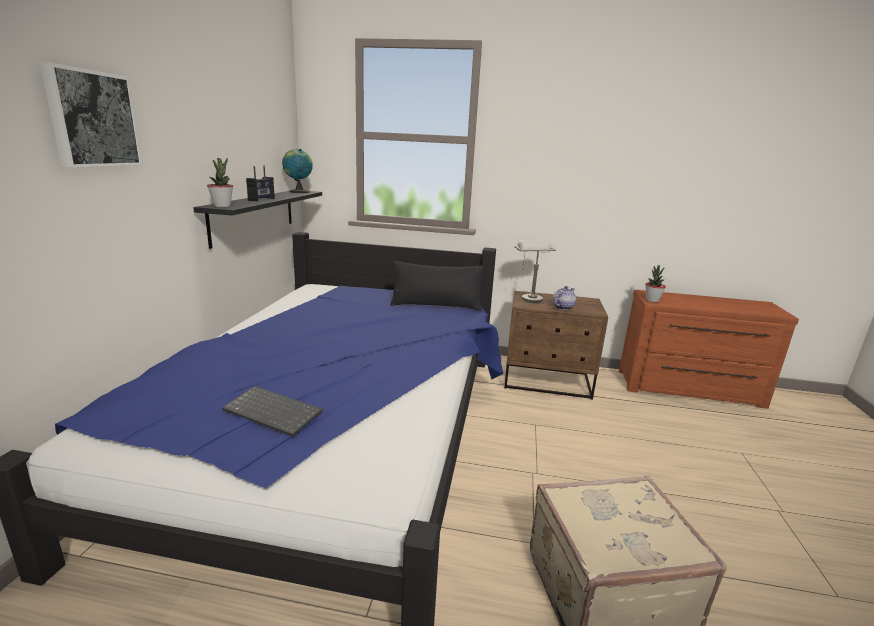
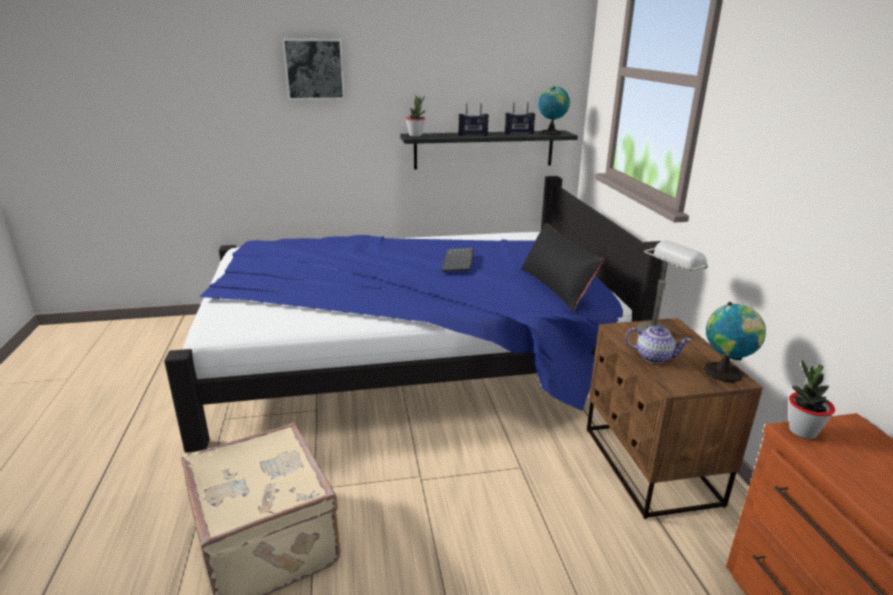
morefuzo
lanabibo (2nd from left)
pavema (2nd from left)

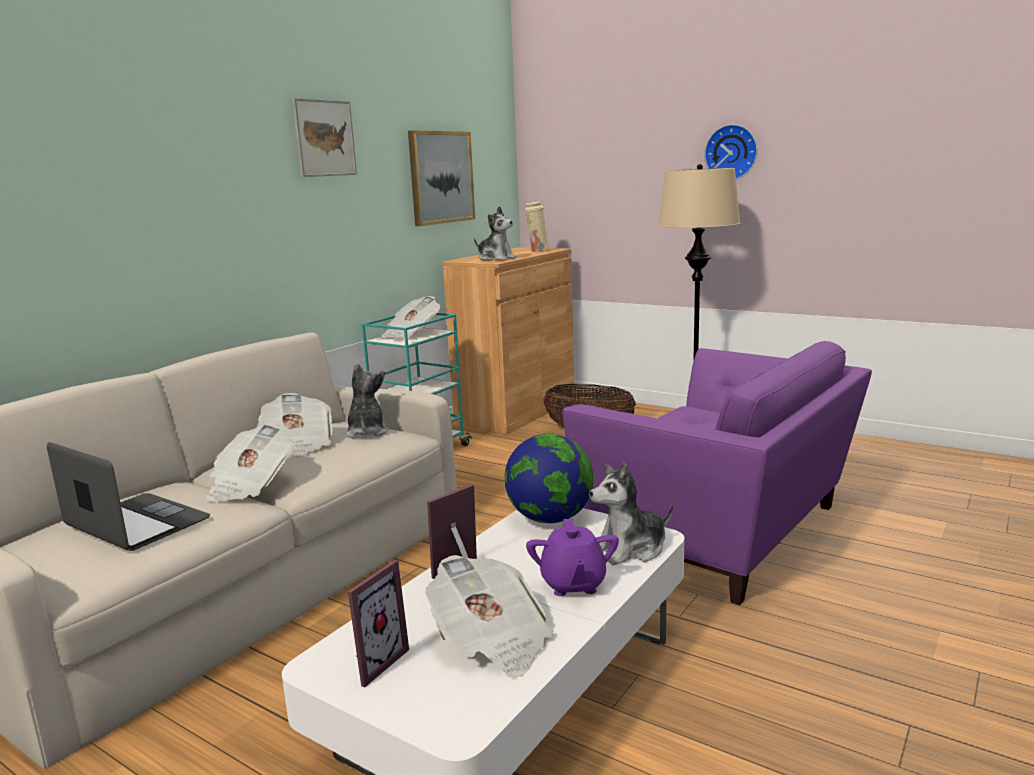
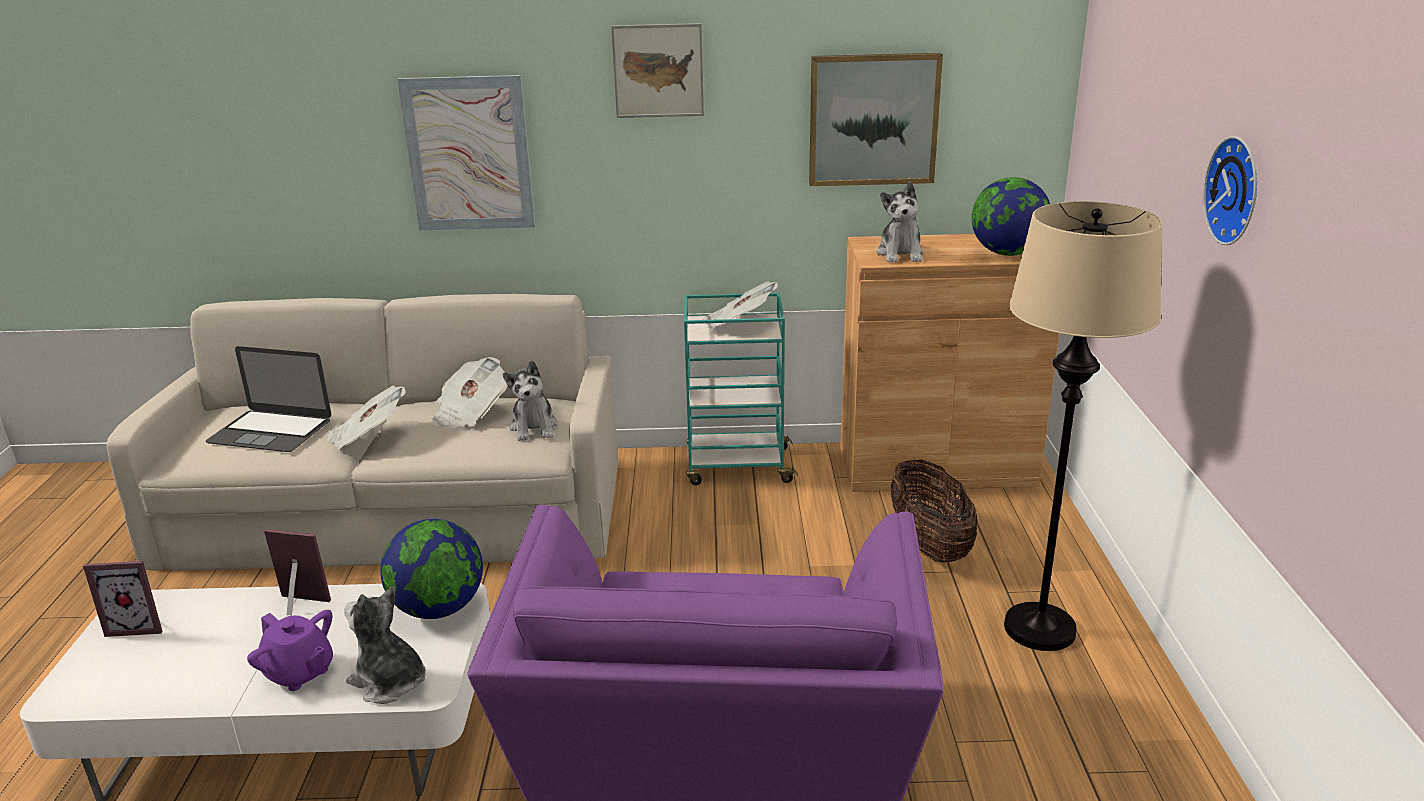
pavema (2nd from left)
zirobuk (2nd from left)
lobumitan
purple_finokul
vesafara (4th from left in the first image)
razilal (1st from left)

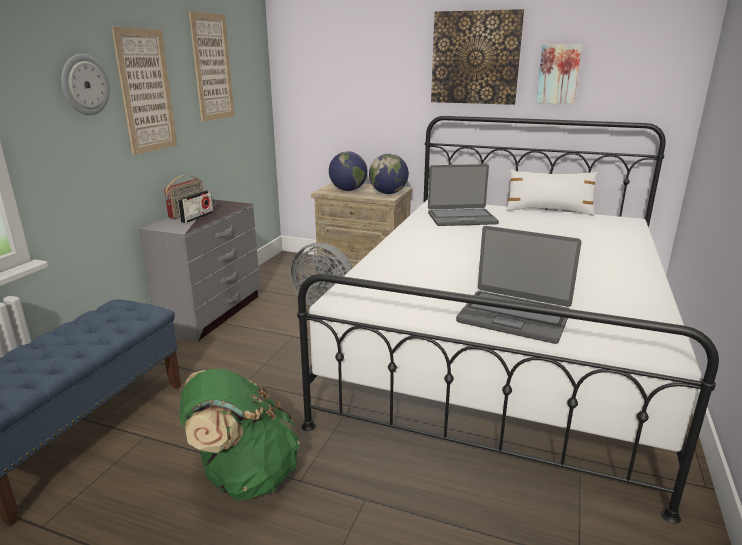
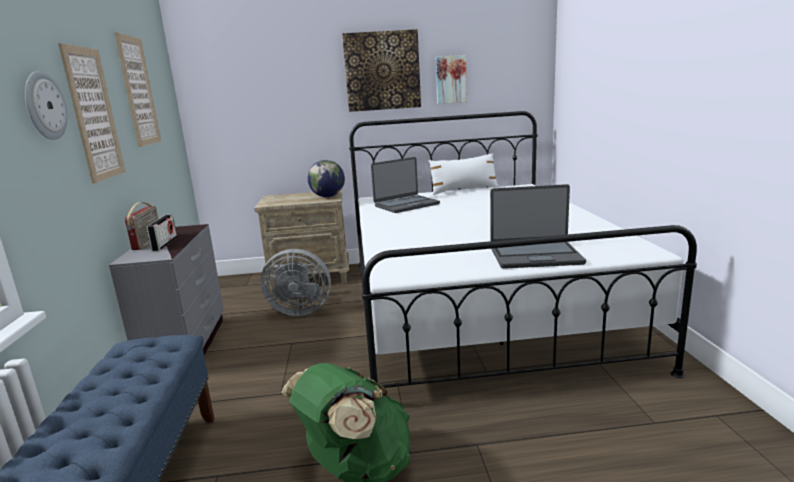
pavema (1st from left in the first image)

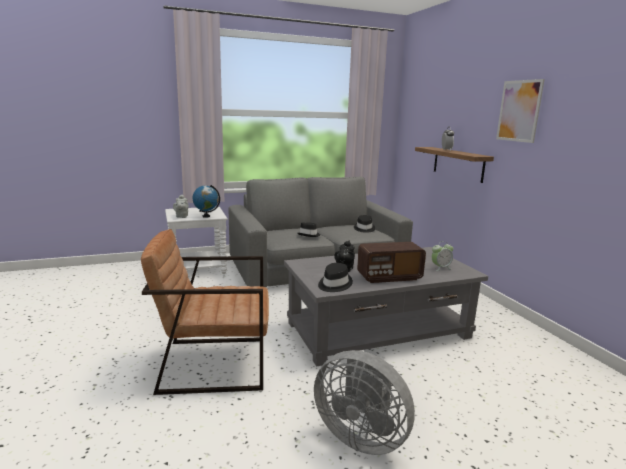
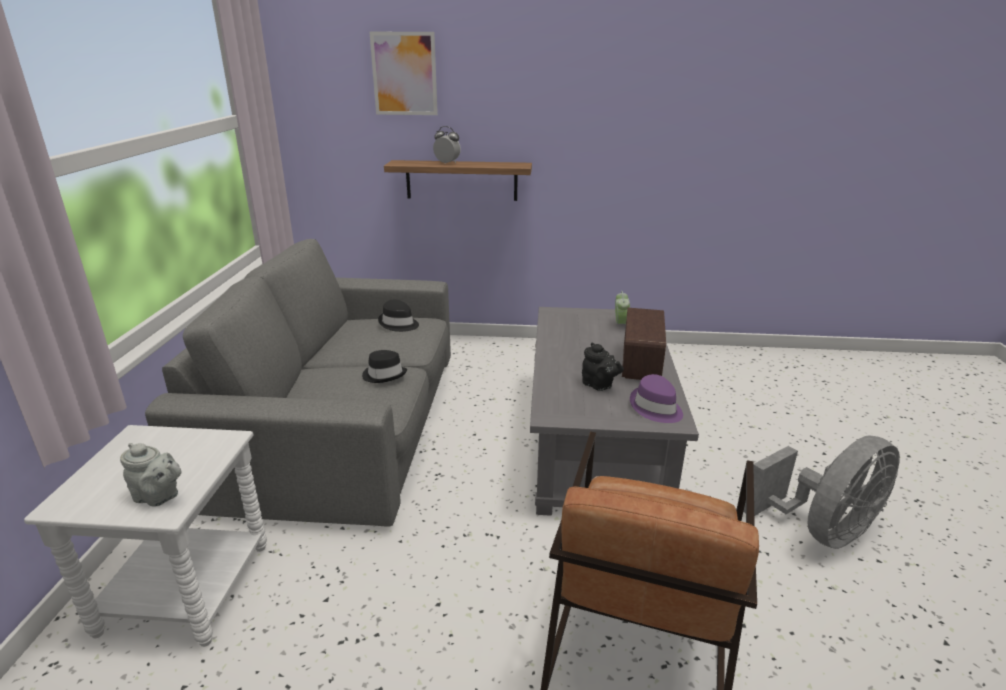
razilal
pavema
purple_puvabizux

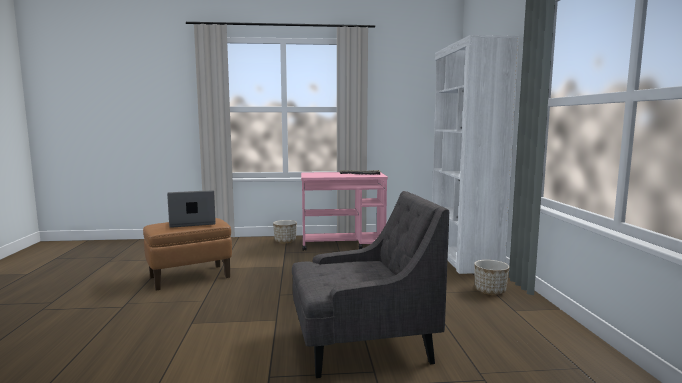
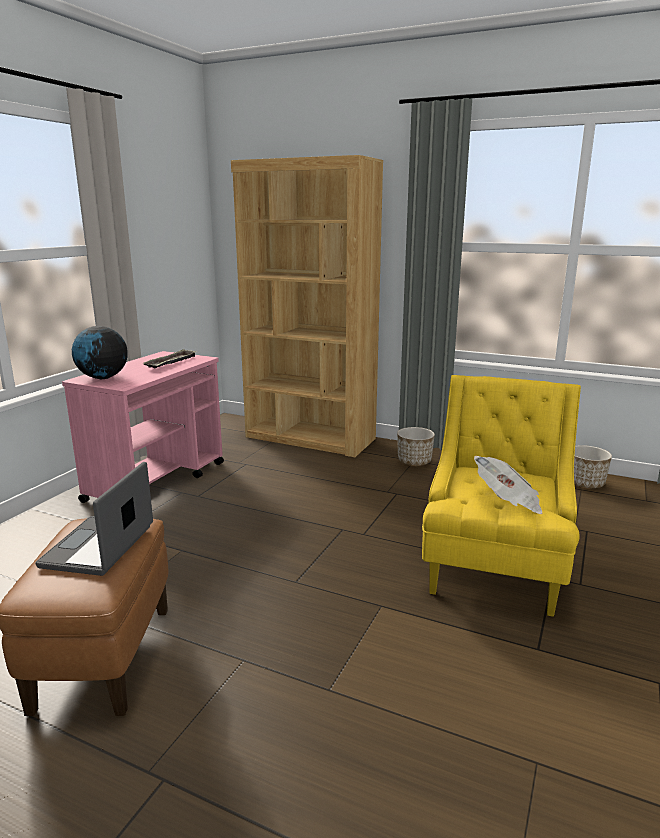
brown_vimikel
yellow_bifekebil
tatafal (2nd from left)
pavema
vesafara

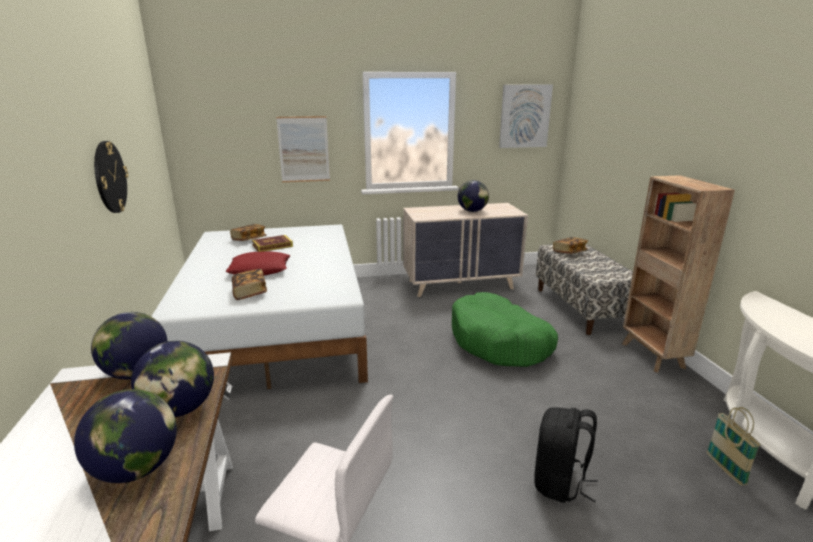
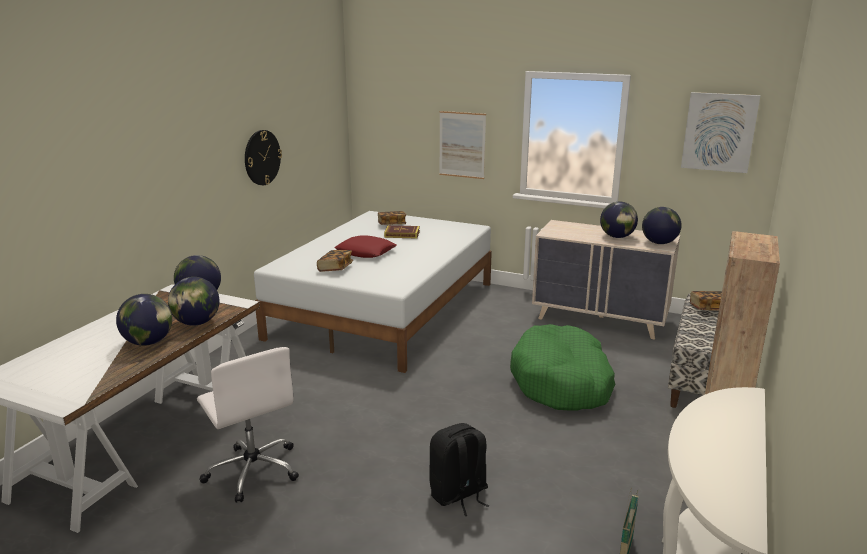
pavema (5th from left)

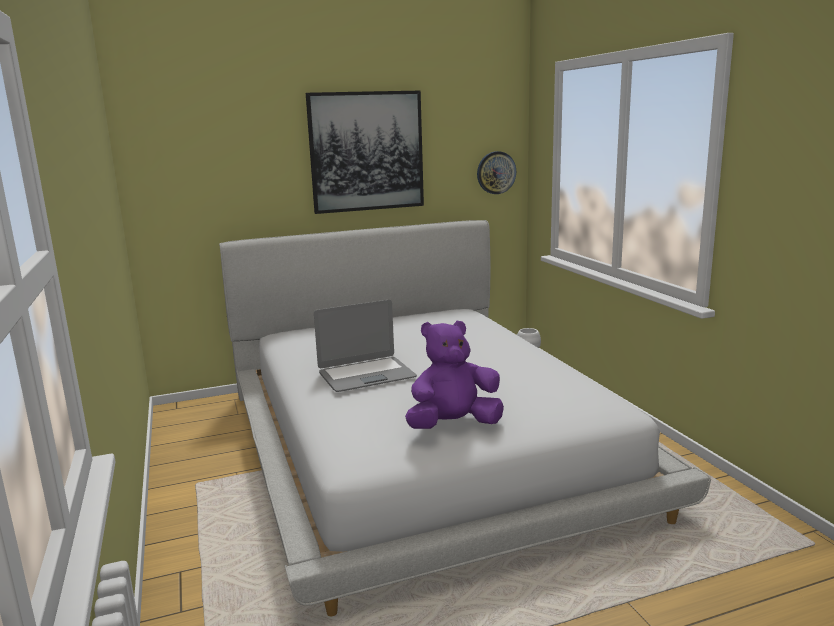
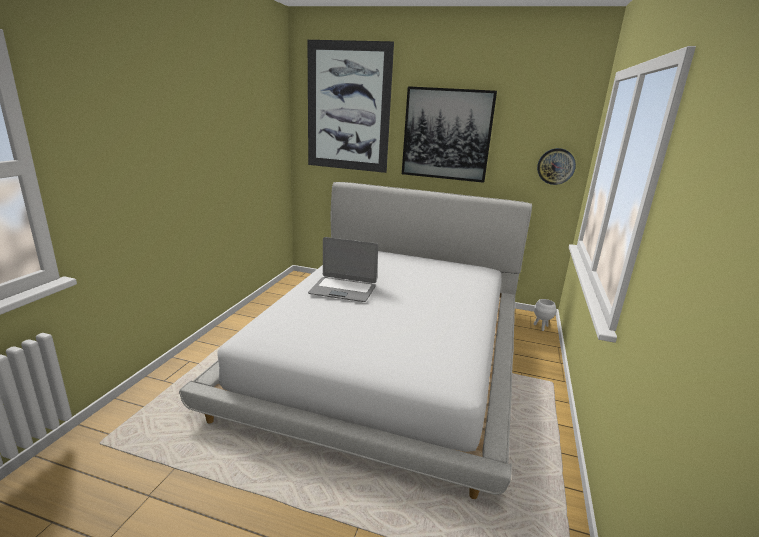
purple_zirobuk
razilal (1st from left)

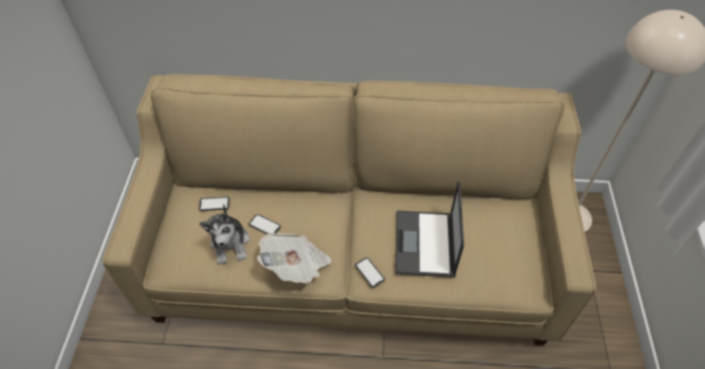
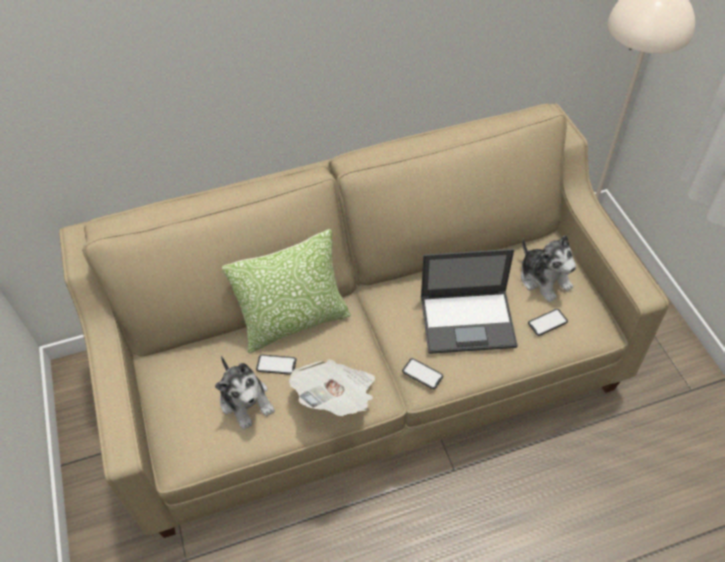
lobumitan
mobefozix (3rd from left)
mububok
zirobuk (2nd from left)

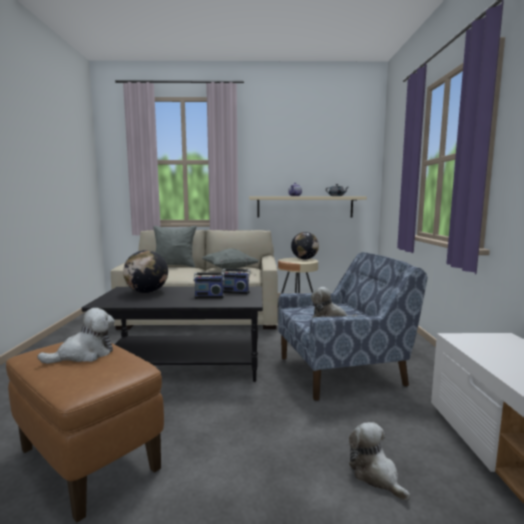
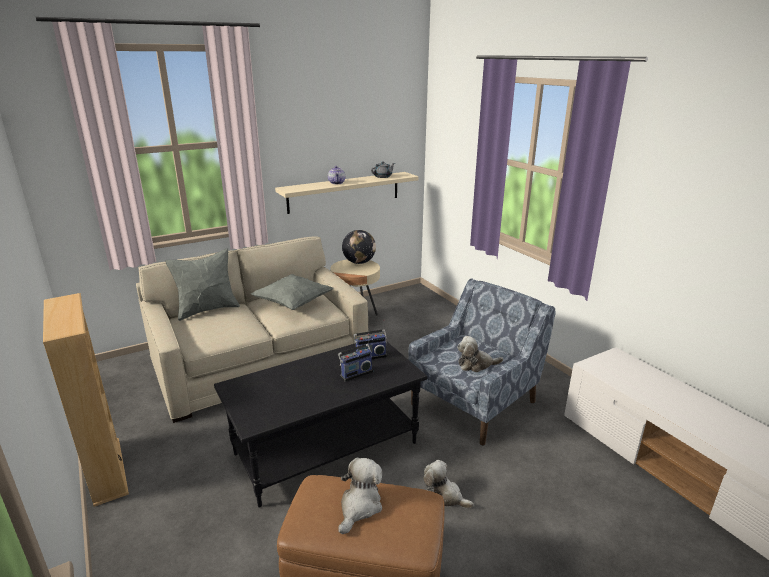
pavema (1st from left in the first image)
zirobuk (2nd from left)
beige_vimikel

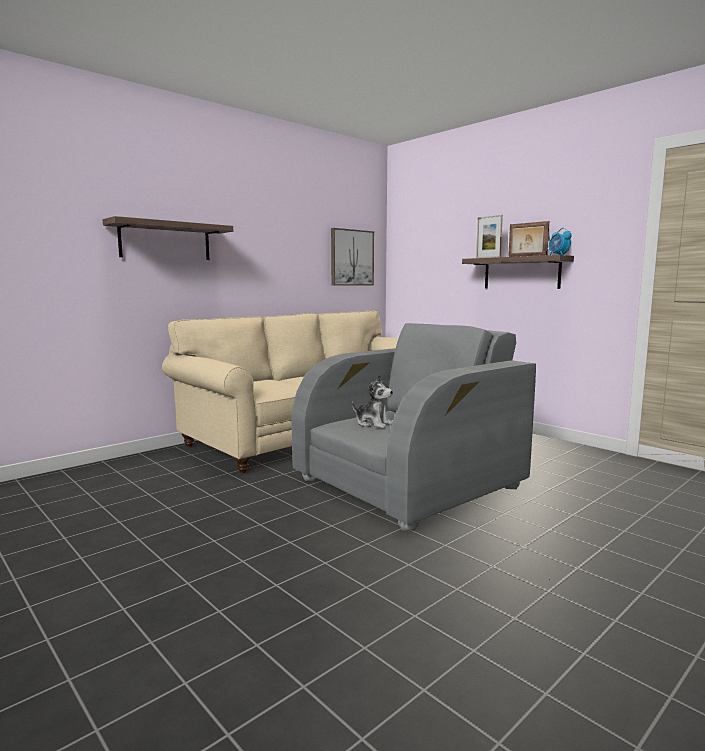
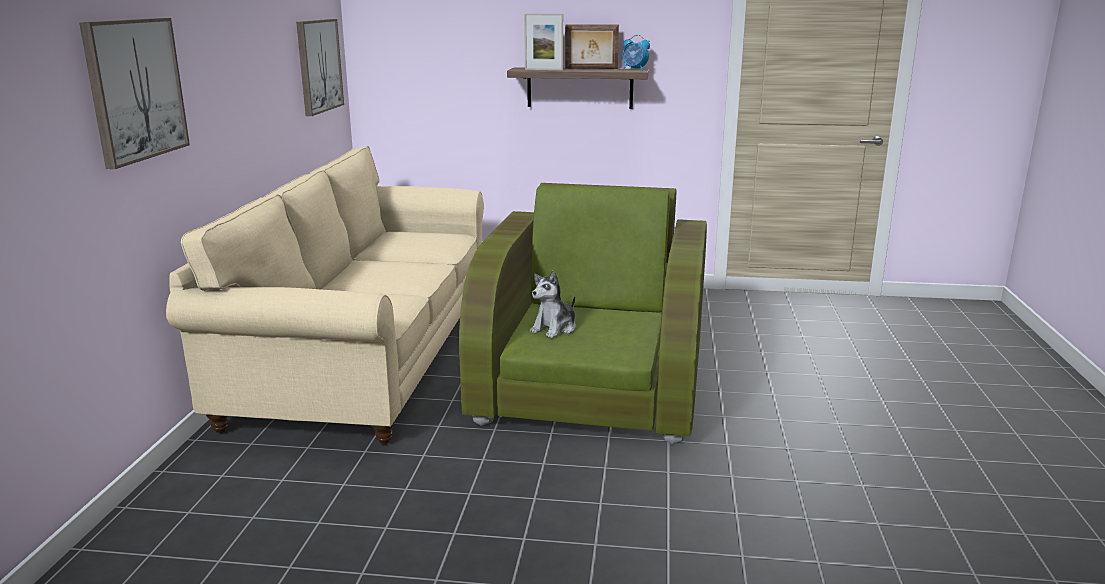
razilal (1st from left)
green_bifekebil
zirobuk

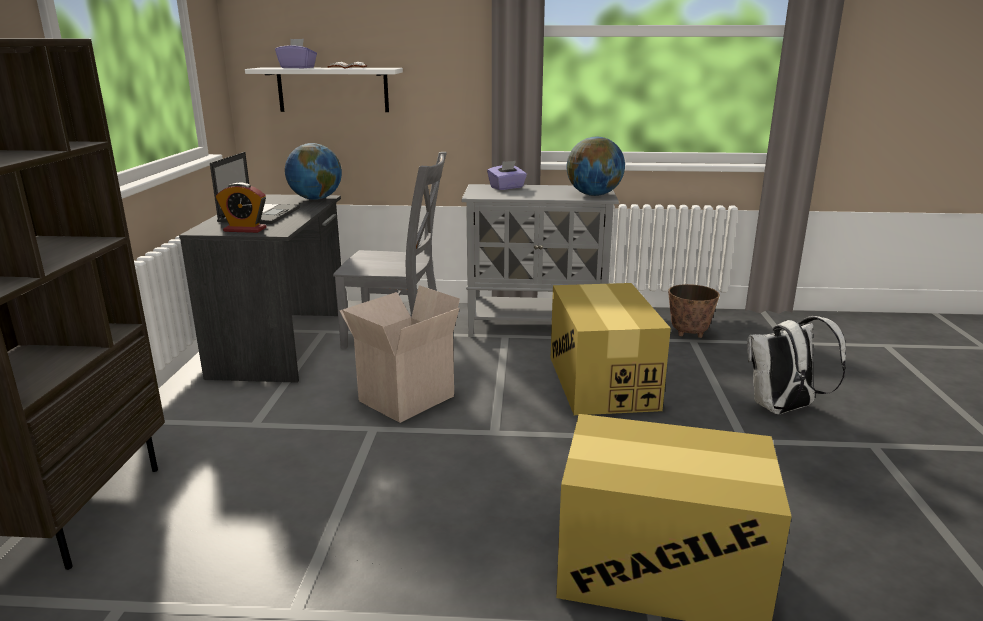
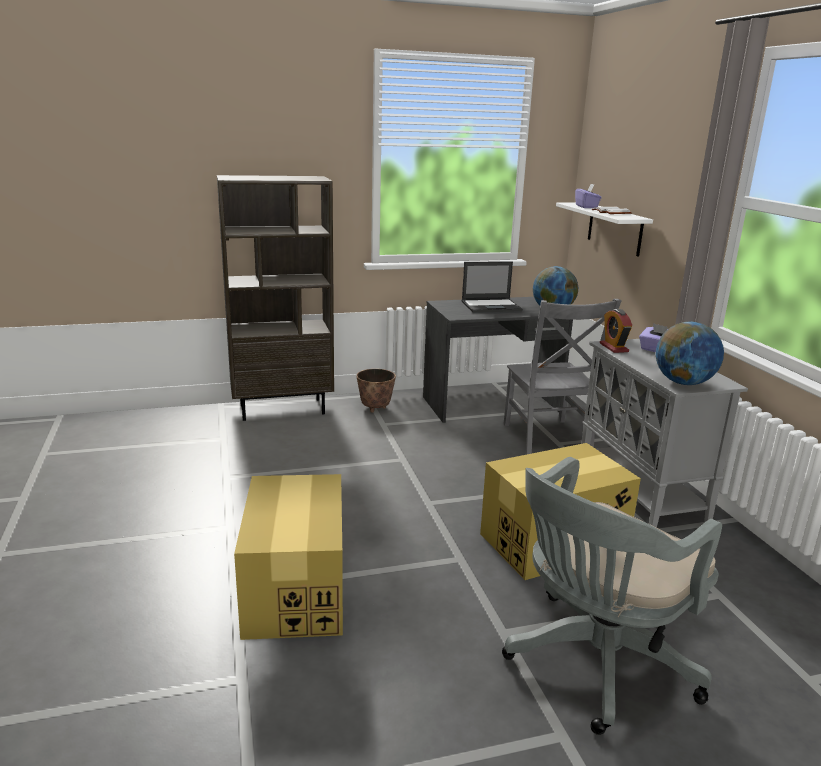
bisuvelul
tatafal
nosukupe (1st from left in the first image)
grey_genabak

